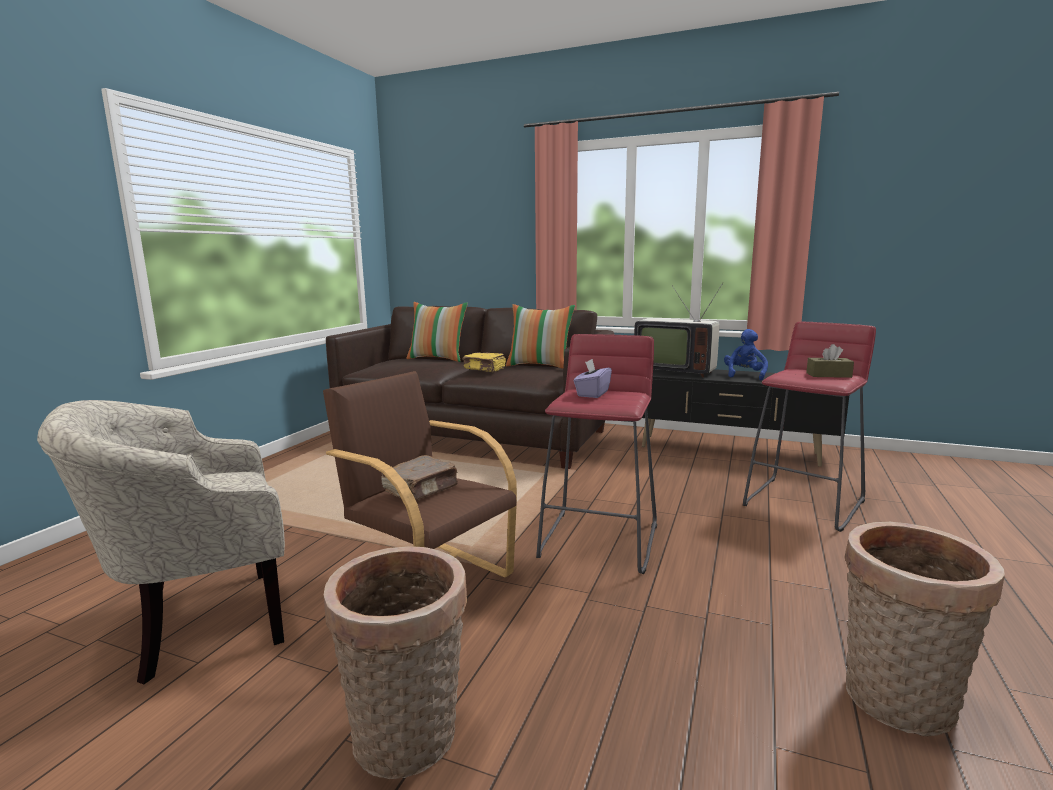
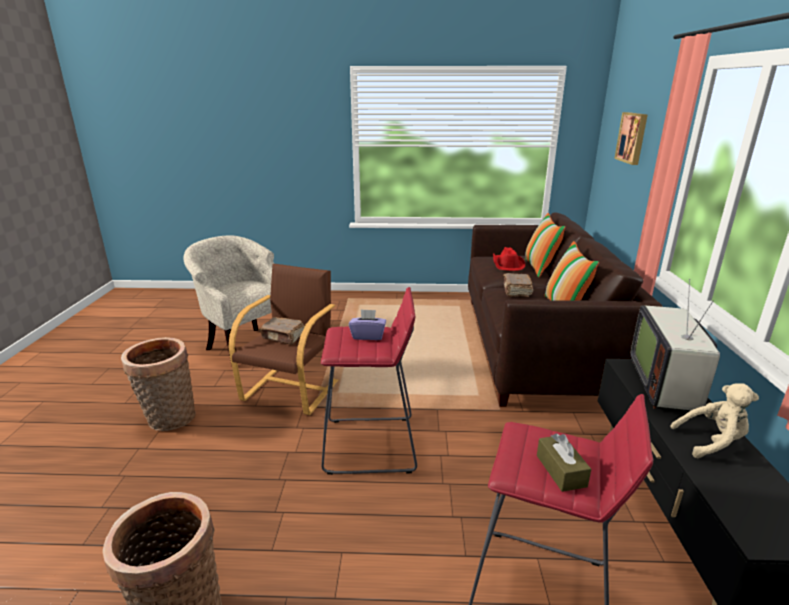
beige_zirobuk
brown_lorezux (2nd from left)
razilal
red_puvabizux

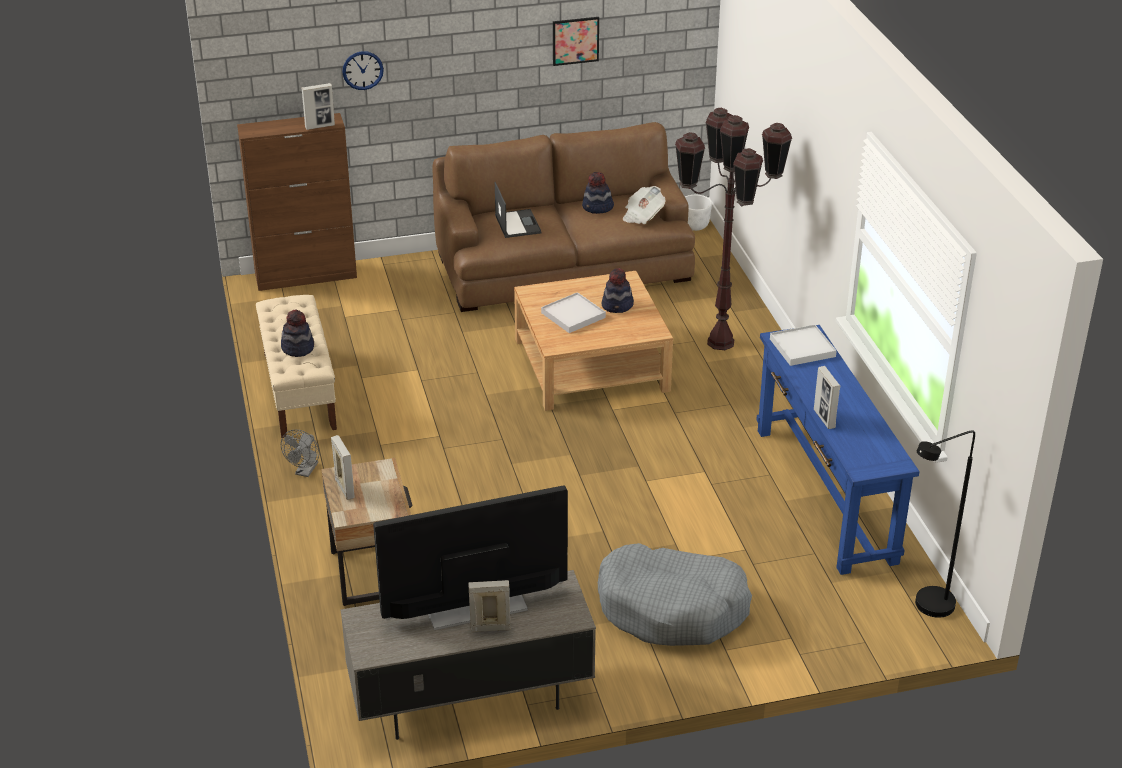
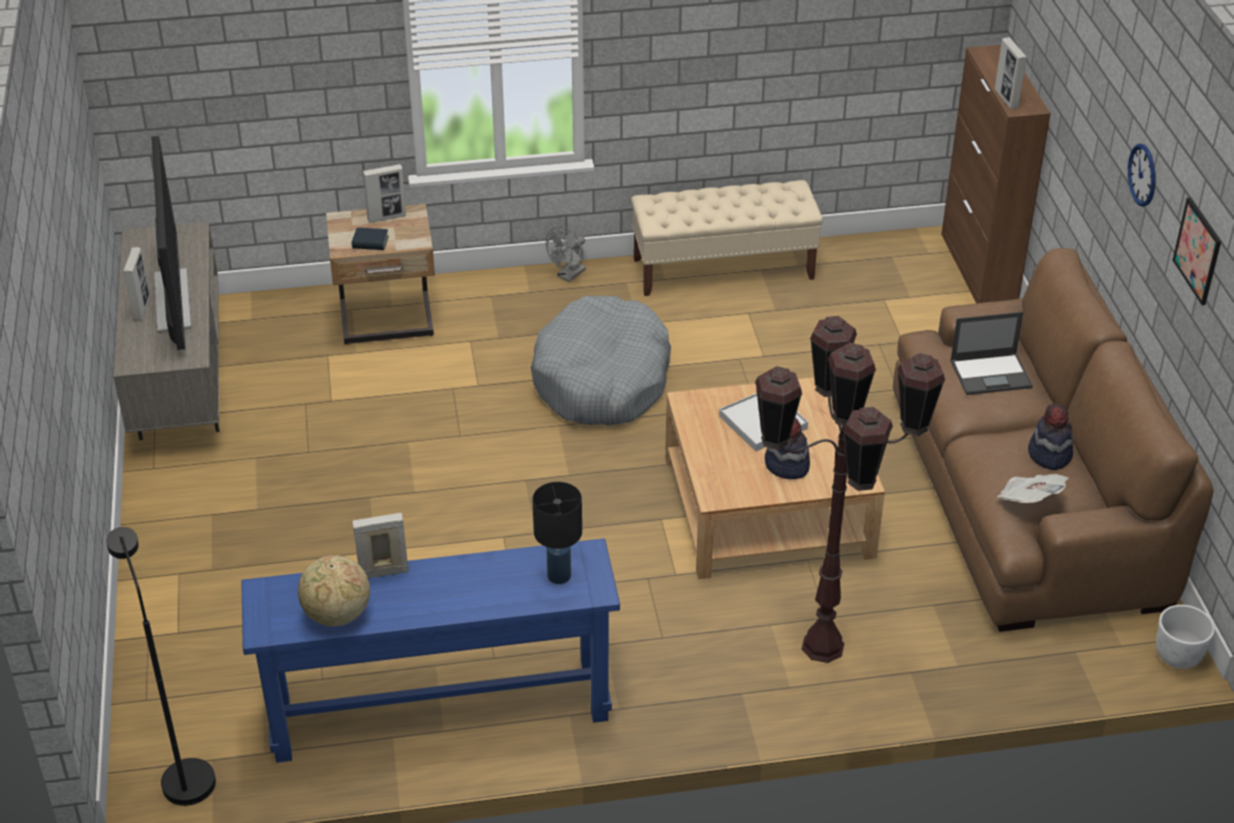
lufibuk
puvabizux (1st from left in the first image)
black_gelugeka
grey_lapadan
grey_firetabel
lorezux
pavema

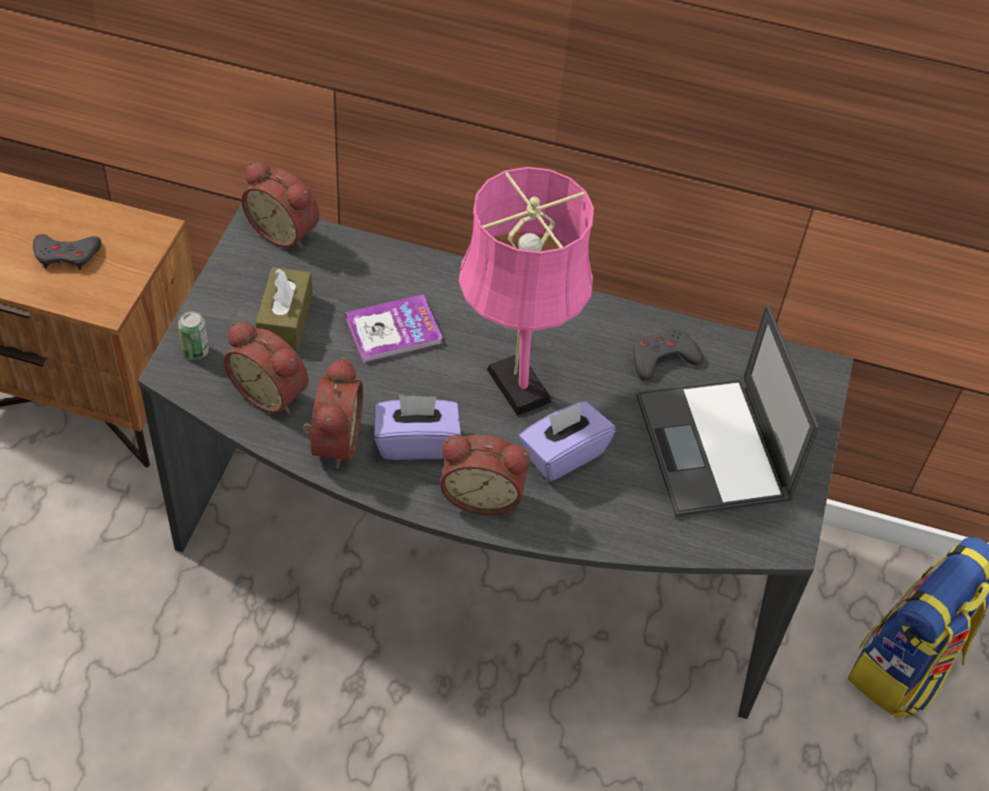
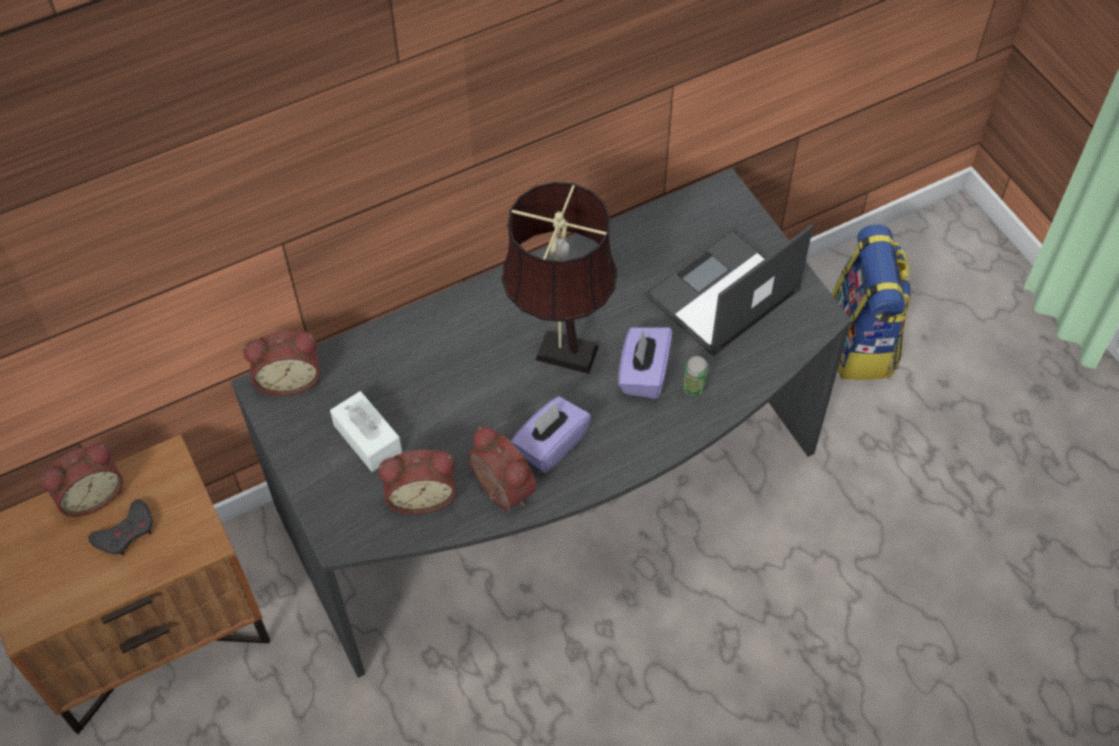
brown_gelugeka
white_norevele
lorezux
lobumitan
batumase
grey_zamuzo (2nd from left in the first image)
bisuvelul (1st from left)

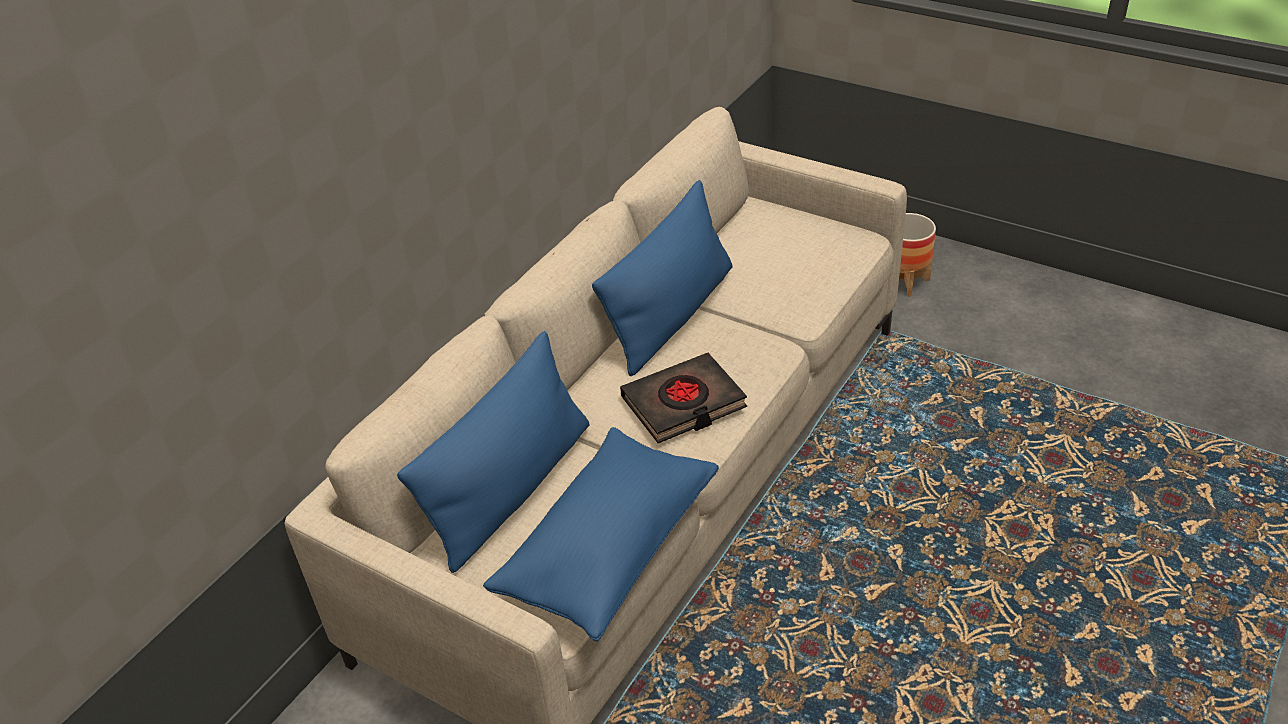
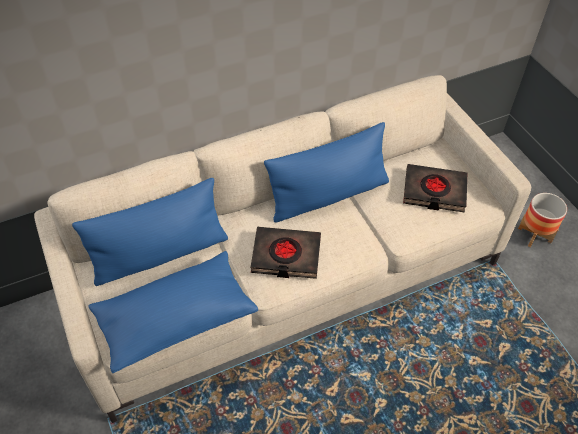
black_lorezux (2nd from left)

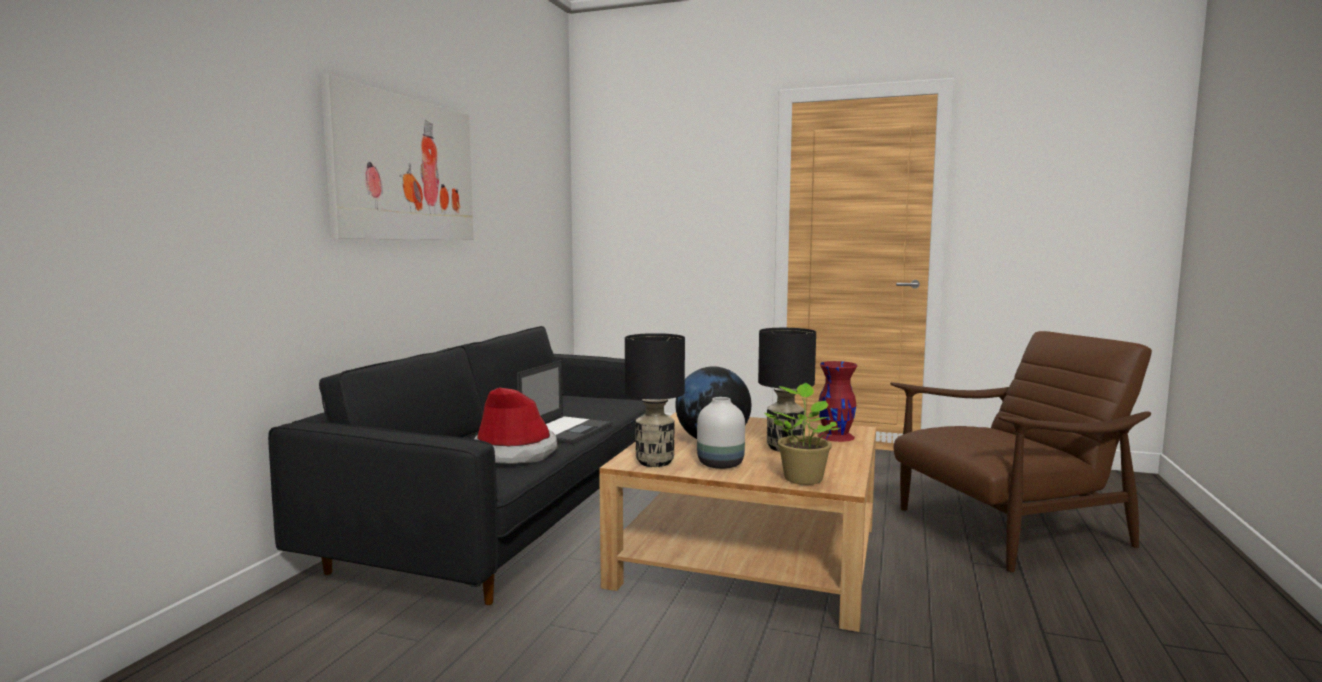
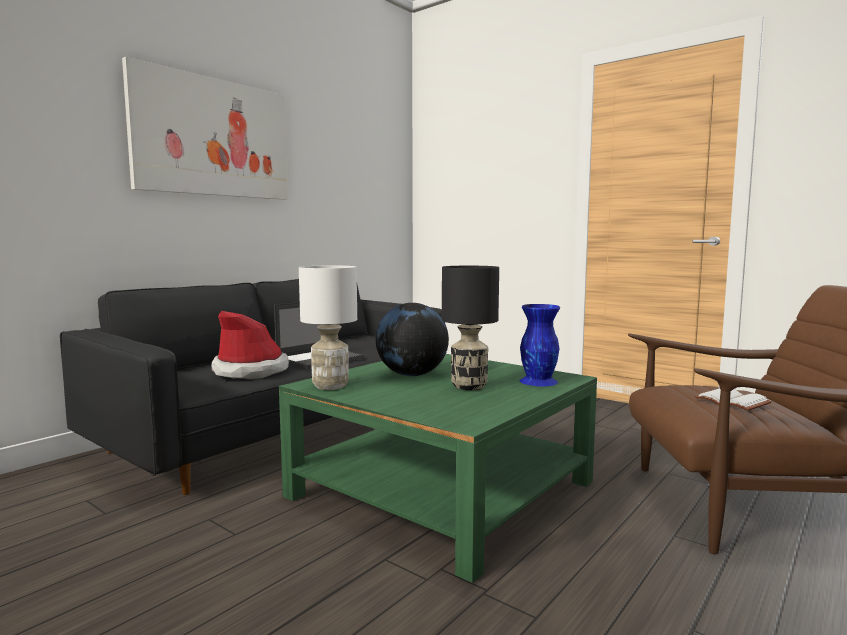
white_gelugeka
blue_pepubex
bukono
white_pepubex
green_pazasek
white_lorezux

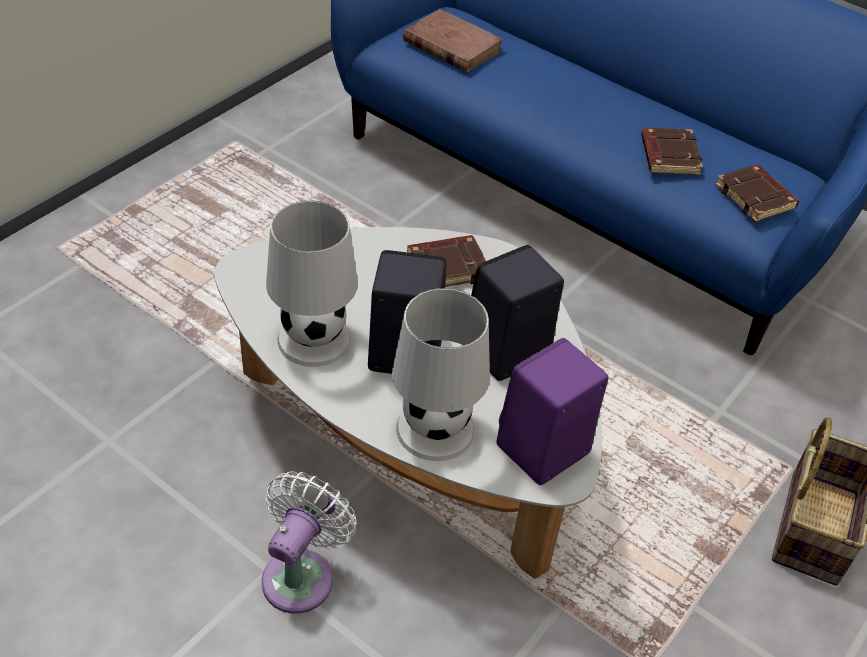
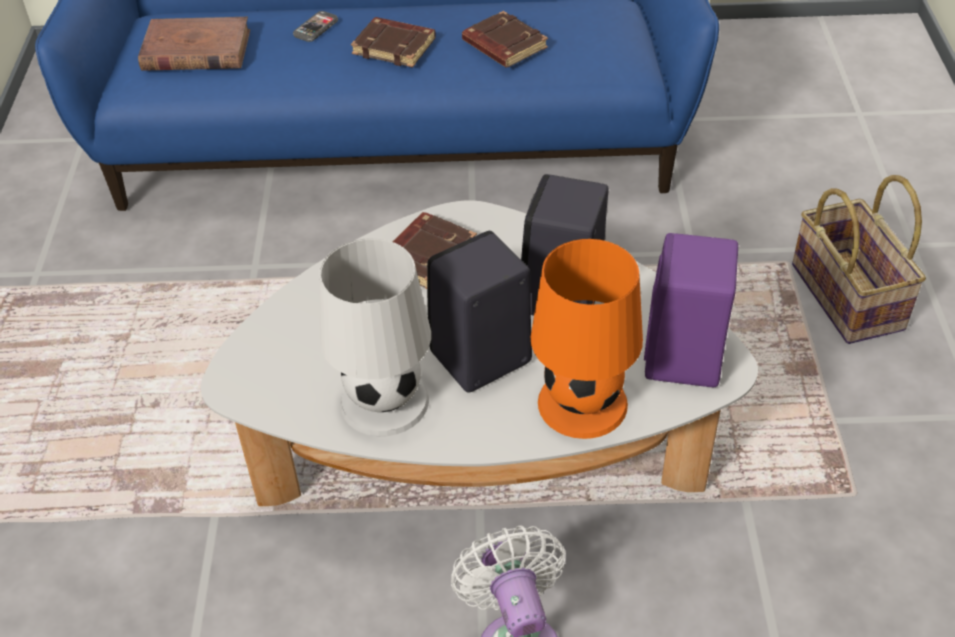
brown_lorezux (2nd from left)
orange_gelugeka
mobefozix

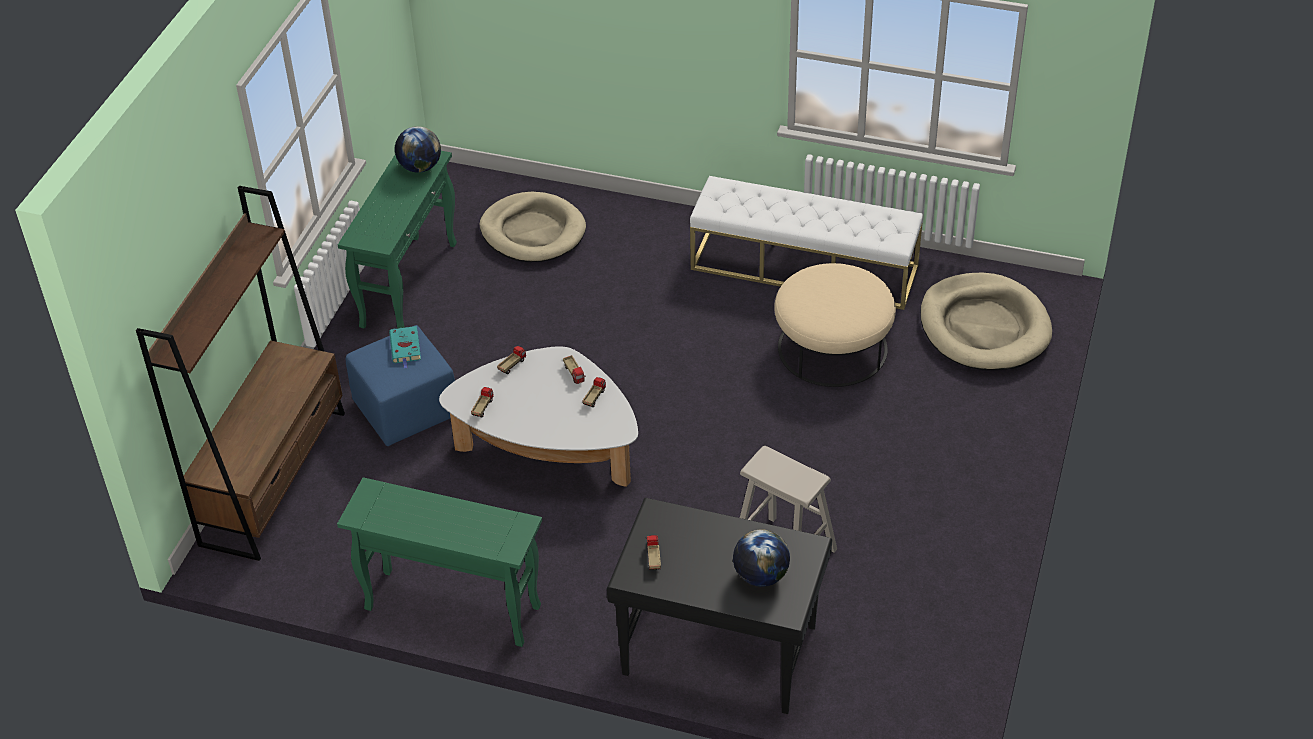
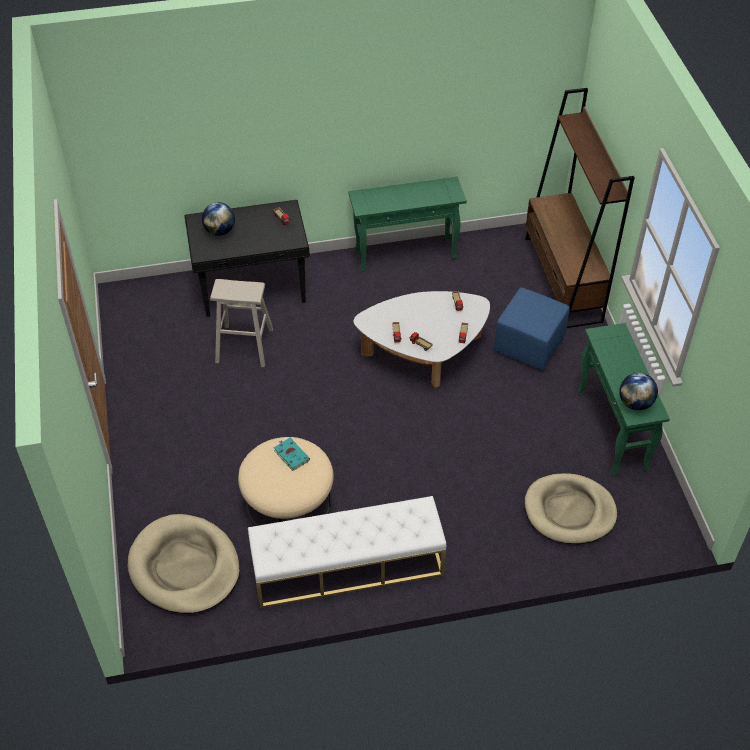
turquoise_lorezux

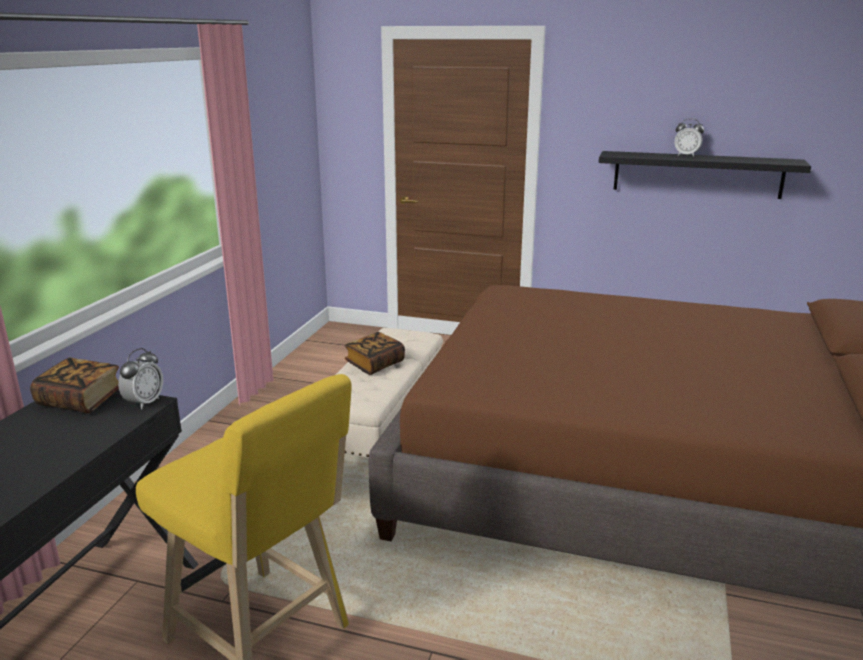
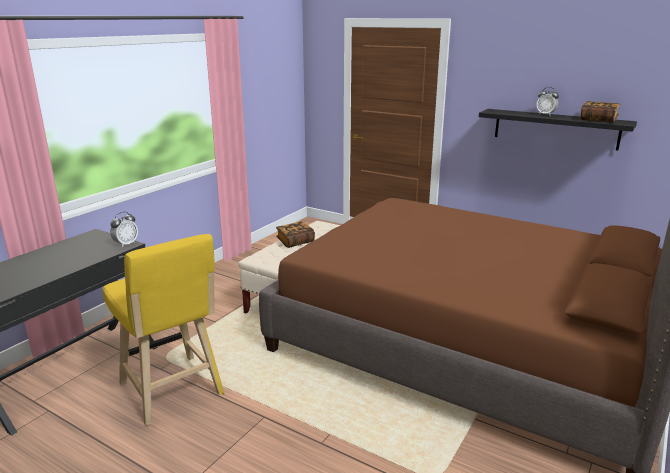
lorezux (2nd from left)

